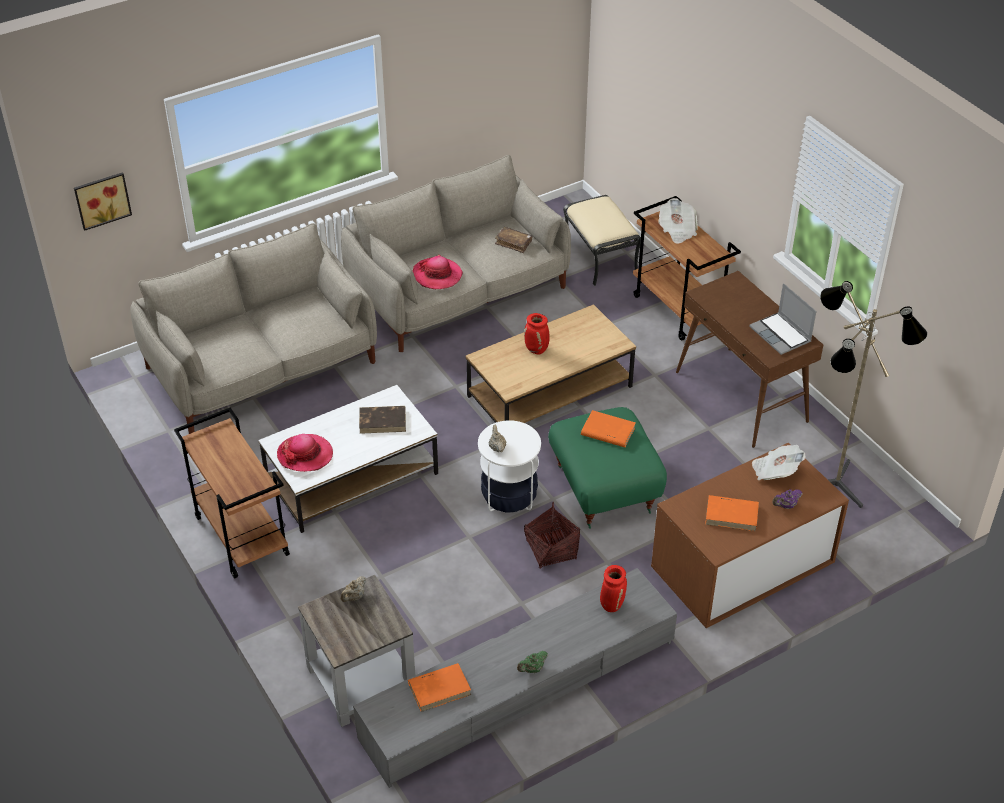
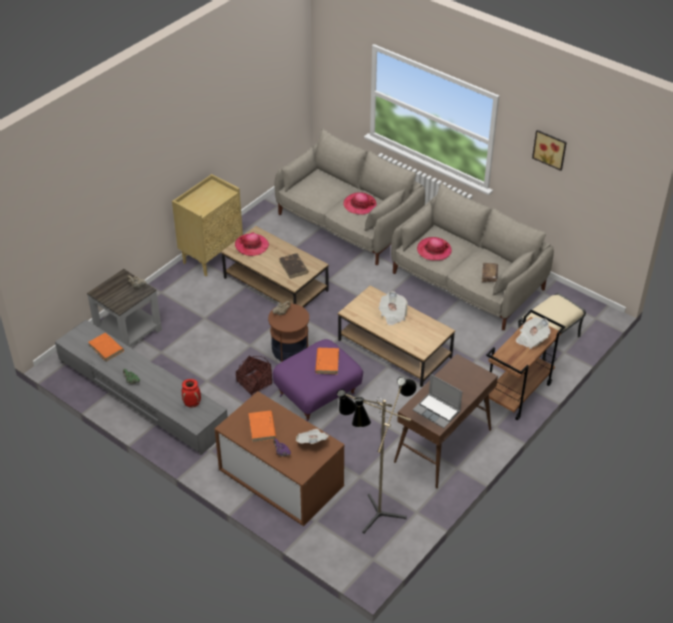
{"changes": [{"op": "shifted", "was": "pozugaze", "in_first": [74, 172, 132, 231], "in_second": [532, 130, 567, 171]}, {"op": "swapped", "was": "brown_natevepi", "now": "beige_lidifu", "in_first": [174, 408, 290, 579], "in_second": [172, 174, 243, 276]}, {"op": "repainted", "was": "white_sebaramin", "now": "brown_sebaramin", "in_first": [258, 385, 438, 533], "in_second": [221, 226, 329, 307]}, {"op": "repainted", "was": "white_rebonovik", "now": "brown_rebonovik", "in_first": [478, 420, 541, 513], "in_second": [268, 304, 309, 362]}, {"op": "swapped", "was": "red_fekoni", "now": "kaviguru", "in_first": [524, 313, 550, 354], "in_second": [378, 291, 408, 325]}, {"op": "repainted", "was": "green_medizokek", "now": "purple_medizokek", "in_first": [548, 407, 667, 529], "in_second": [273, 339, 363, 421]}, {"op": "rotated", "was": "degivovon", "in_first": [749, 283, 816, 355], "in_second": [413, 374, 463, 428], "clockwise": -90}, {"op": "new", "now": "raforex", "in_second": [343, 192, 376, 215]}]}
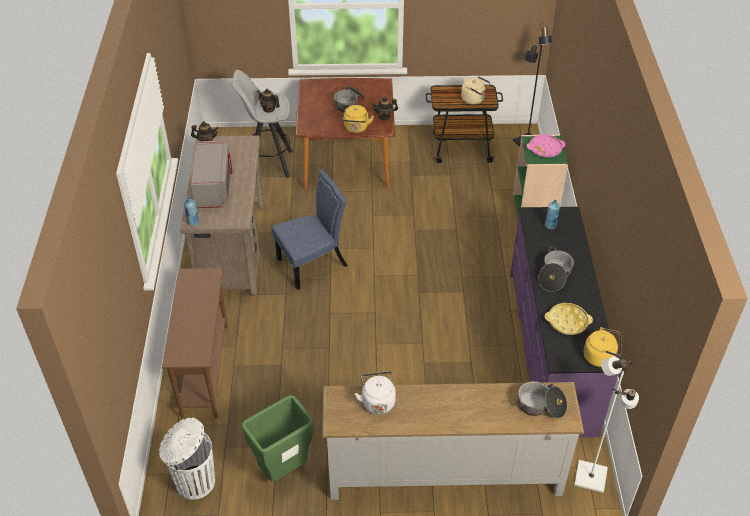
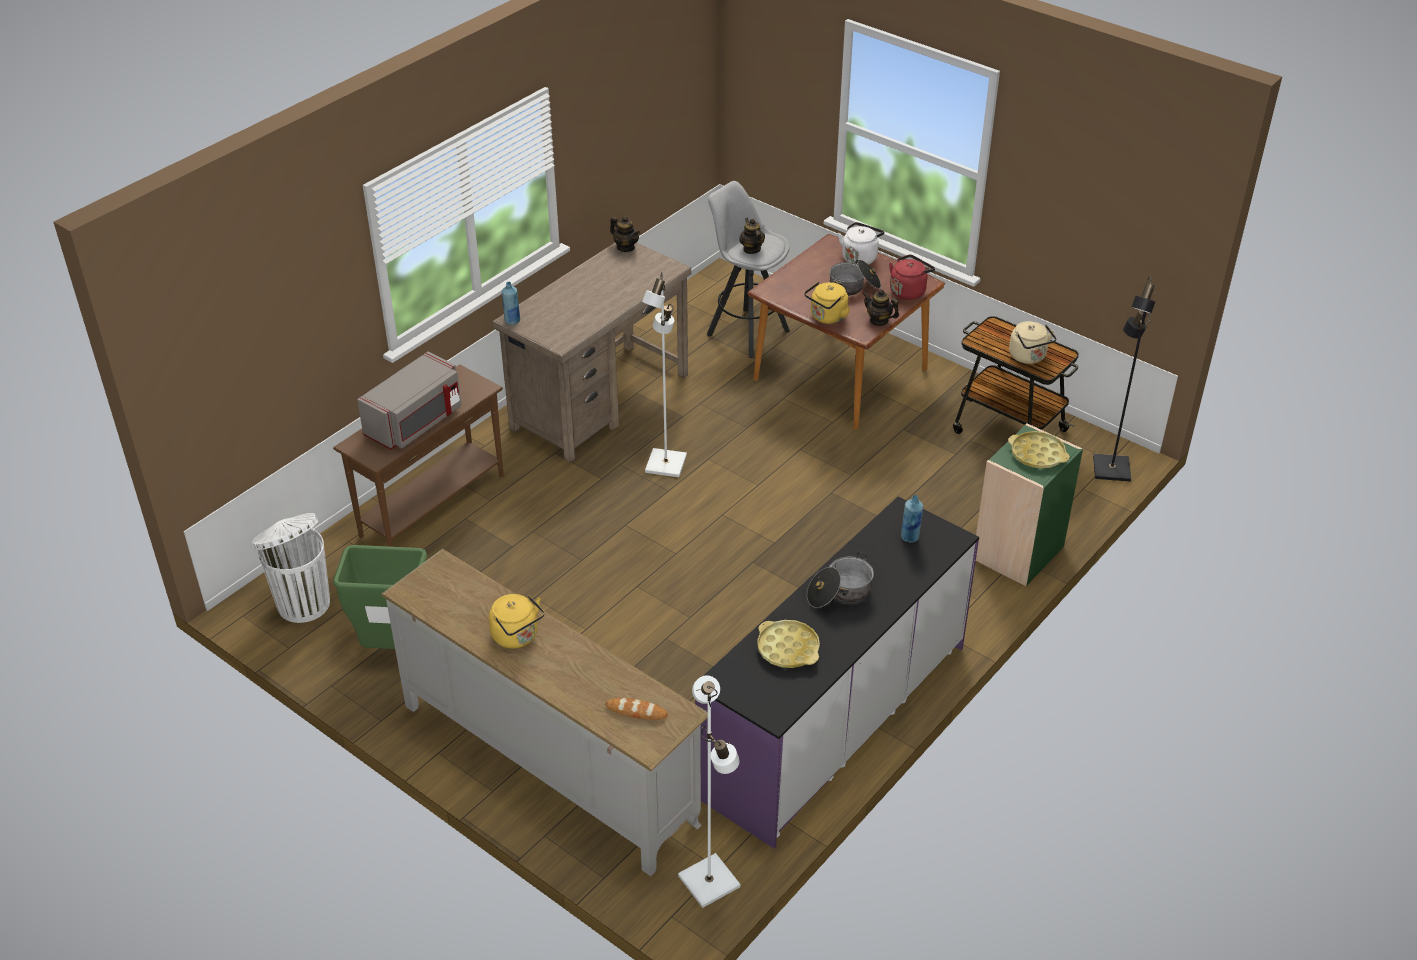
{"changes": [{"op": "shifted", "was": "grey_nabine", "in_first": [191, 141, 232, 208], "in_second": [357, 352, 462, 449]}, {"op": "swapped", "was": "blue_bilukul", "now": "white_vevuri", "in_first": [272, 170, 348, 290], "in_second": [642, 273, 687, 477]}, {"op": "shifted", "was": "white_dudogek", "in_first": [355, 371, 396, 414], "in_second": [838, 222, 884, 265]}, {"op": "swapped", "was": "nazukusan", "now": "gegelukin", "in_first": [514, 381, 567, 418], "in_second": [605, 698, 668, 720]}, {"op": "repainted", "was": "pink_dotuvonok", "now": "yellow_dotuvonok", "in_first": [527, 134, 565, 157], "in_second": [1008, 431, 1070, 469]}, {"op": "shifted", "was": "yellow_dudogek", "in_first": [584, 327, 622, 367], "in_second": [489, 594, 545, 649]}, {"op": "new", "now": "red_dudogek", "in_second": [889, 254, 935, 300]}]}
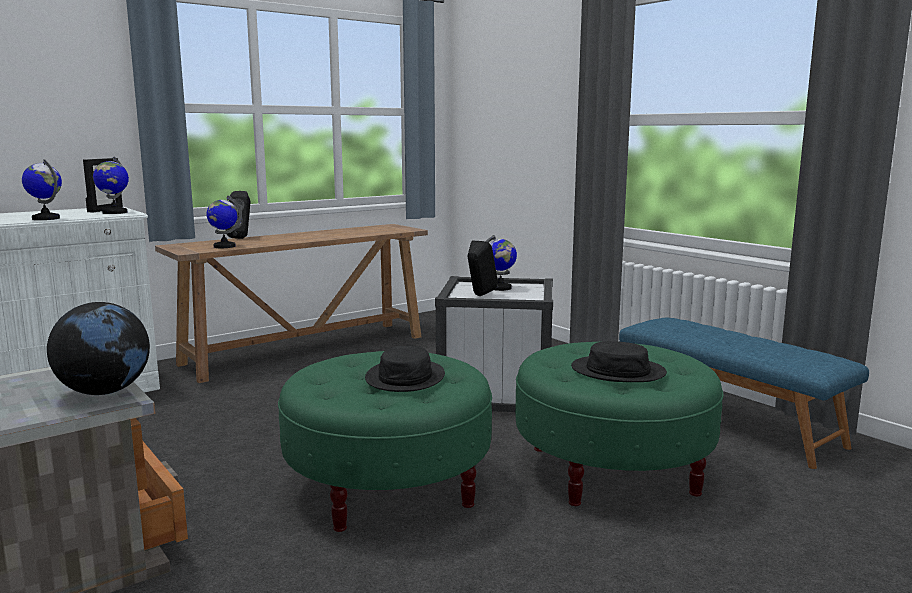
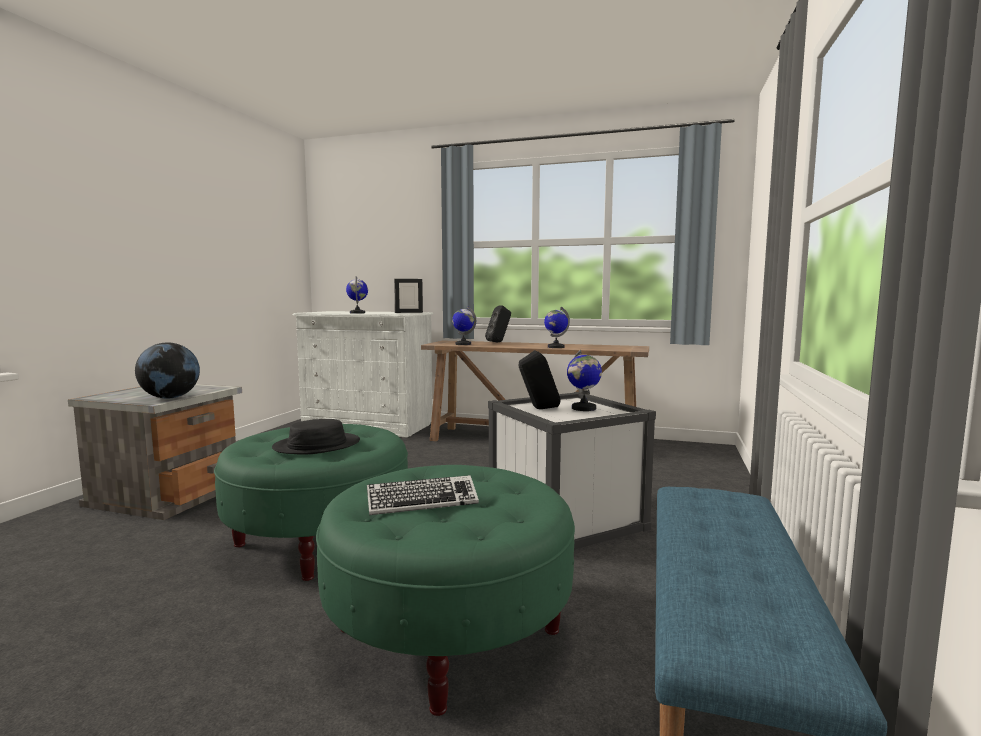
{"changes": [{"op": "shifted", "was": "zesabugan", "in_first": [93, 157, 129, 214], "in_second": [544, 307, 570, 348]}, {"op": "swapped", "was": "black_raforex", "now": "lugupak", "in_first": [571, 341, 667, 382], "in_second": [367, 475, 479, 515]}]}
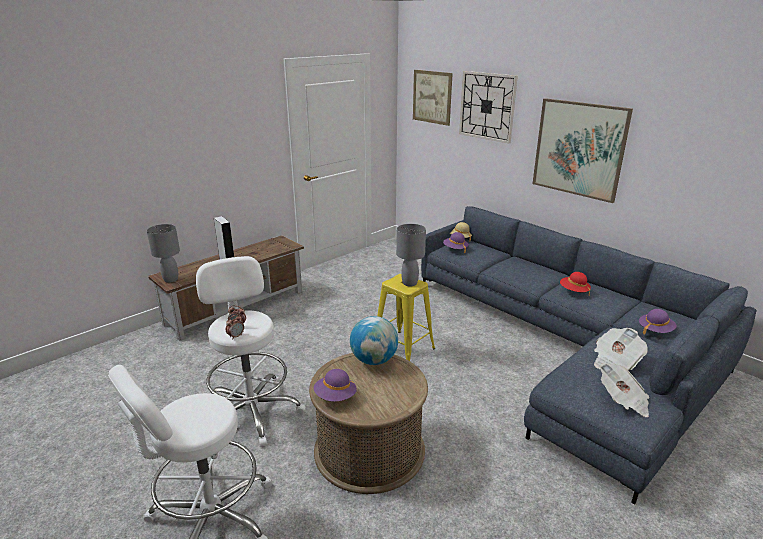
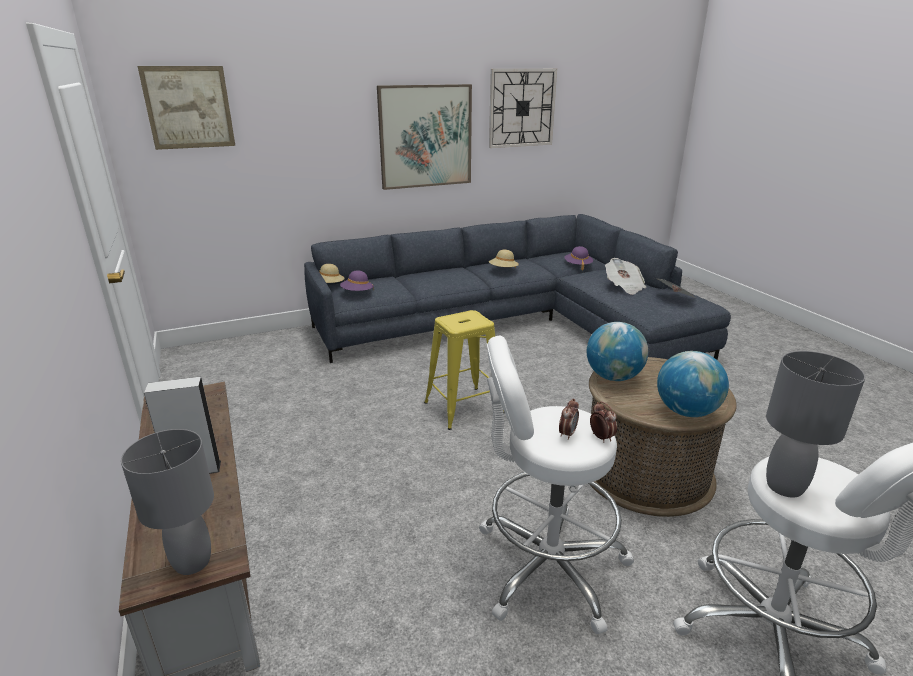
{"changes": [{"op": "swapped", "was": "purple_raforex", "now": "zesabugan", "in_first": [314, 369, 357, 402], "in_second": [657, 351, 729, 417]}, {"op": "shifted", "was": "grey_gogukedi", "in_first": [396, 224, 426, 286], "in_second": [766, 351, 865, 498]}, {"op": "shifted", "was": "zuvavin", "in_first": [459, 71, 518, 144], "in_second": [489, 69, 557, 148]}, {"op": "repainted", "was": "red_raforex", "now": "beige_raforex", "in_first": [560, 272, 591, 295], "in_second": [489, 250, 519, 268]}]}
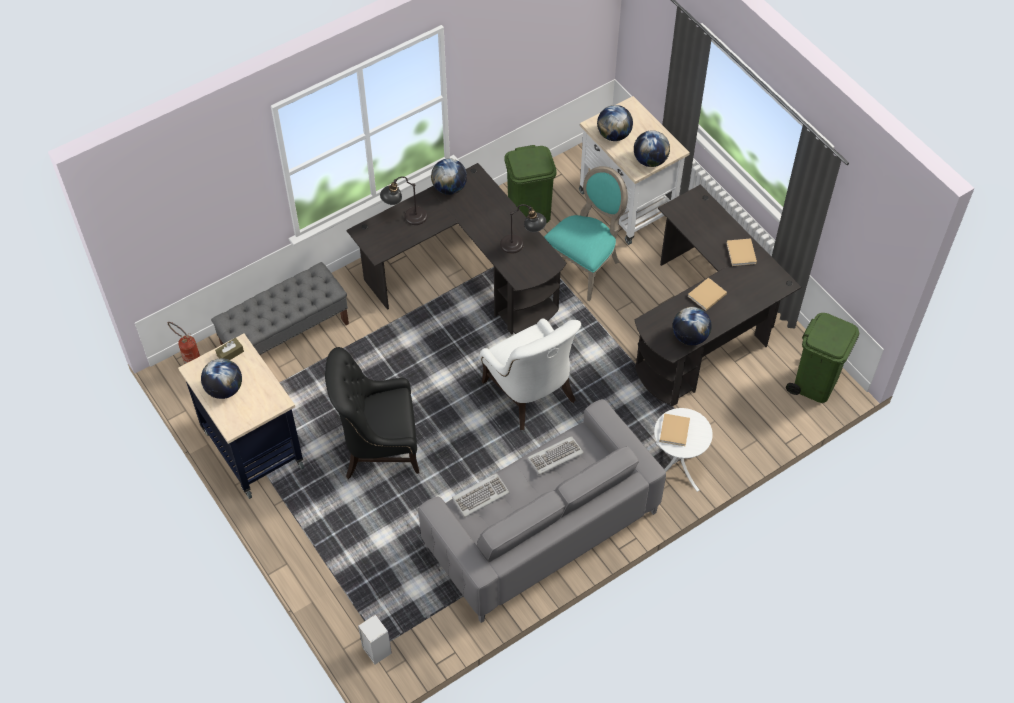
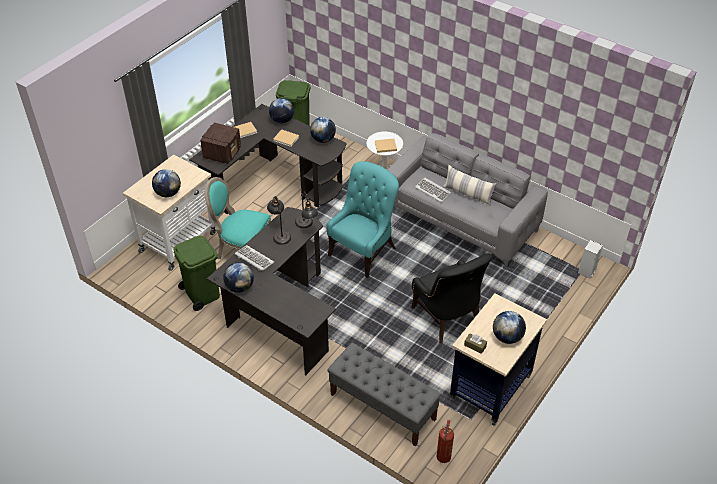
{"changes": [{"op": "shifted", "was": "grey_gogukedi", "in_first": [380, 176, 428, 225], "in_second": [295, 191, 319, 228]}, {"op": "shifted", "was": "lugupak", "in_first": [452, 473, 509, 517], "in_second": [235, 245, 274, 271]}, {"op": "repainted", "was": "white_bilukul", "now": "turquoise_bilukul", "in_first": [479, 319, 581, 430], "in_second": [326, 161, 399, 278]}, {"op": "shifted", "was": "zesabugan", "in_first": [634, 130, 670, 167], "in_second": [269, 98, 294, 123]}, {"op": "new", "now": "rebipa", "in_second": [200, 123, 241, 164]}, {"op": "new", "now": "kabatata", "in_second": [443, 165, 497, 206]}]}
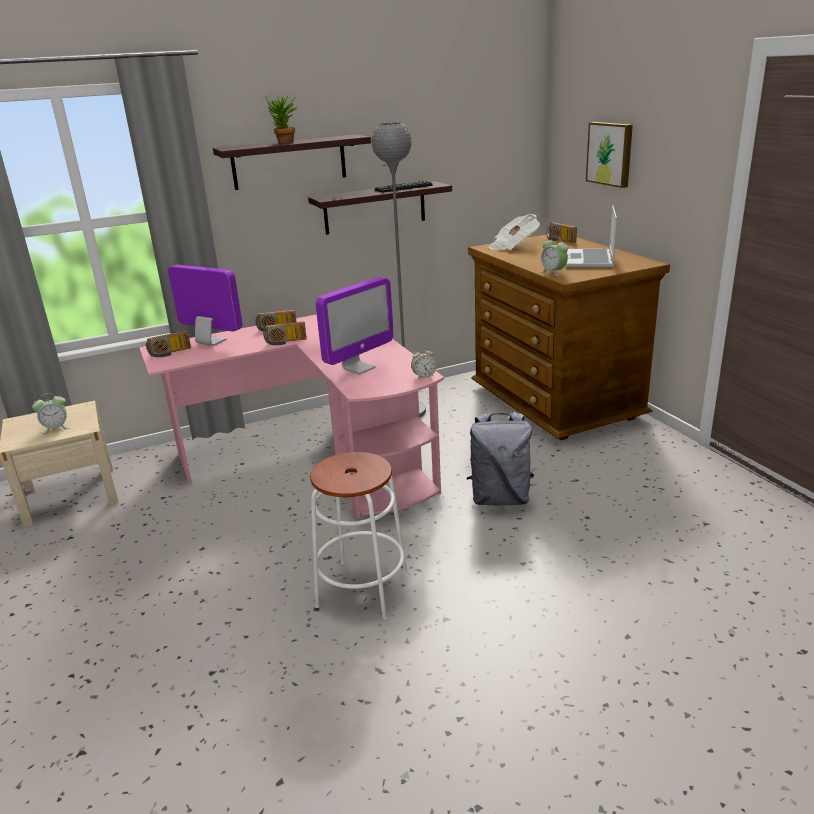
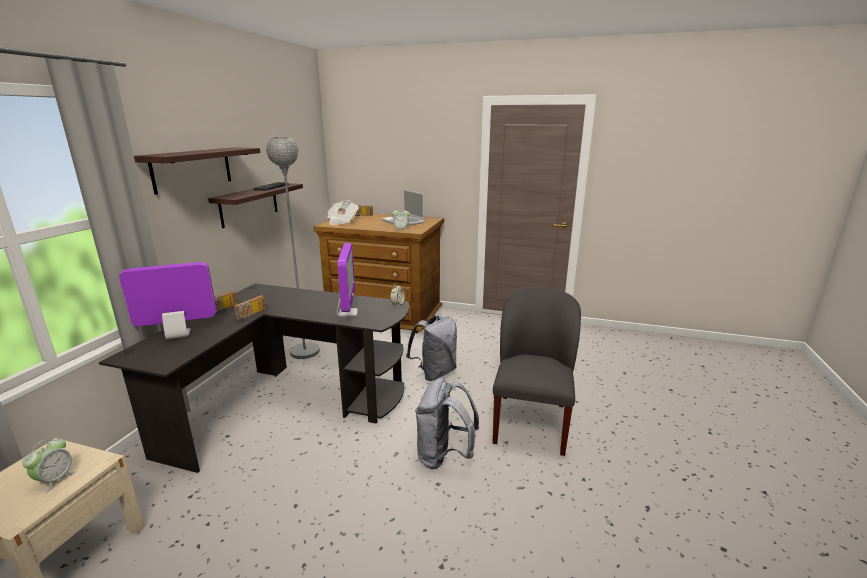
{"changes": [{"op": "repainted", "was": "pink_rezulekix", "now": "black_rezulekix", "in_first": [139, 314, 444, 519], "in_second": [99, 283, 410, 473]}, {"op": "gone", "was": "rebipa", "in_first": [146, 331, 191, 357]}, {"op": "gone", "was": "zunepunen", "in_first": [266, 96, 299, 144]}, {"op": "swapped", "was": "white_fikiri", "now": "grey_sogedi", "in_first": [310, 452, 407, 619], "in_second": [415, 378, 479, 469]}, {"op": "gone", "was": "pozugaze", "in_first": [586, 122, 633, 188]}, {"op": "new", "now": "grey_bilukul", "in_second": [493, 286, 581, 456]}]}
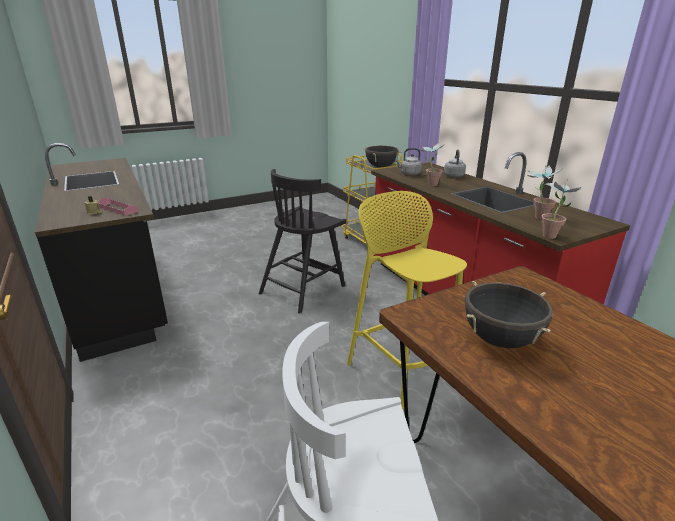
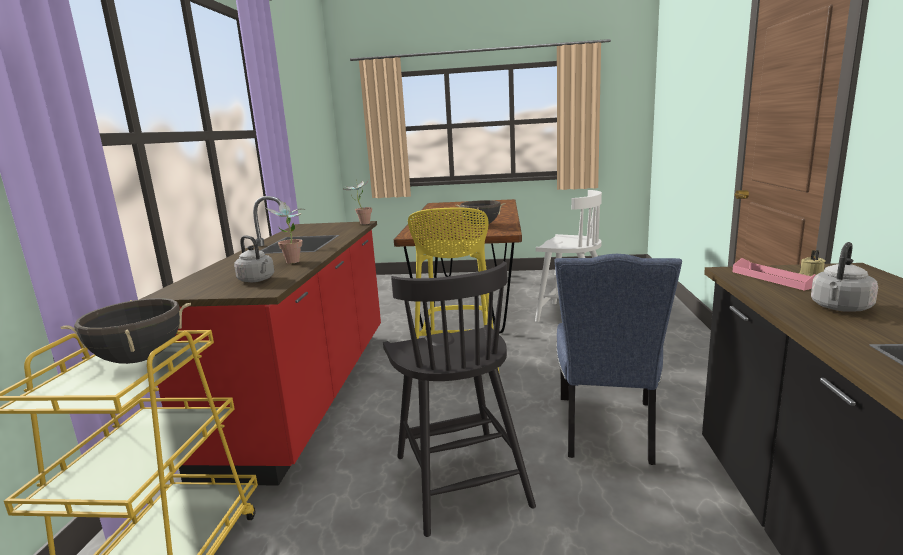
{"changes": [{"op": "rotated", "was": "black_bilukul", "in_first": [259, 169, 346, 313], "in_second": [383, 261, 536, 537], "clockwise": 90}, {"op": "shifted", "was": "grey_dudogek", "in_first": [444, 149, 466, 177], "in_second": [811, 242, 878, 312]}, {"op": "gone", "was": "zunepunen", "in_first": [528, 165, 564, 220]}, {"op": "new", "now": "blue_bilukul", "in_second": [554, 254, 682, 465]}]}
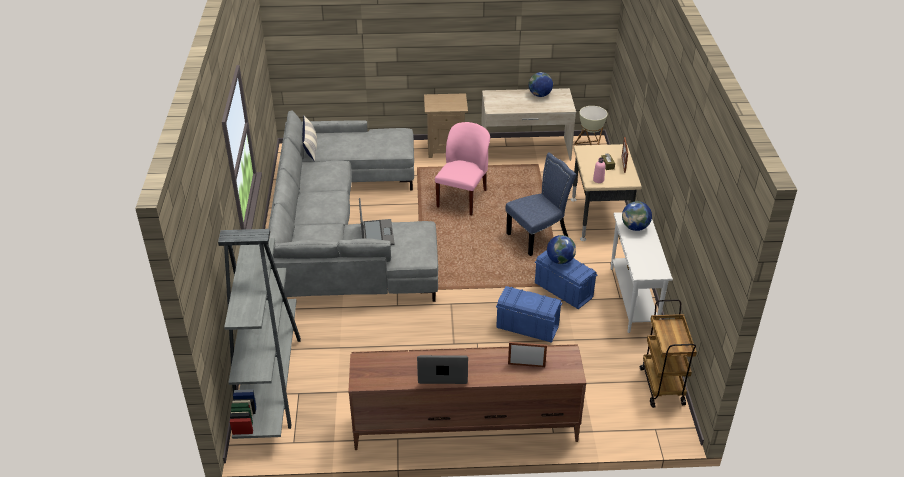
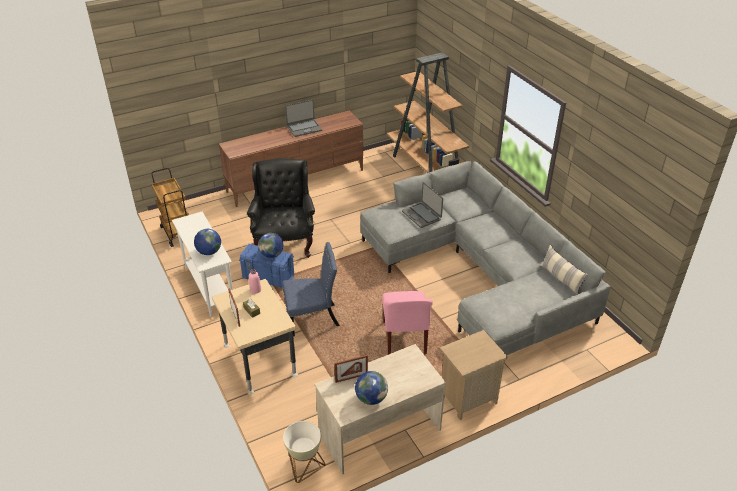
{"changes": [{"op": "repainted", "was": "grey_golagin", "now": "brown_golagin", "in_first": [218, 229, 301, 439], "in_second": [387, 52, 469, 173]}, {"op": "swapped", "was": "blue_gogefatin", "now": "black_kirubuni", "in_first": [496, 286, 562, 343], "in_second": [247, 158, 315, 258]}, {"op": "rotated", "was": "blue_bilukul", "in_first": [505, 152, 576, 256], "in_second": [283, 242, 340, 336], "clockwise": -135}, {"op": "shifted", "was": "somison", "in_first": [508, 342, 547, 367], "in_second": [334, 355, 368, 383]}]}
